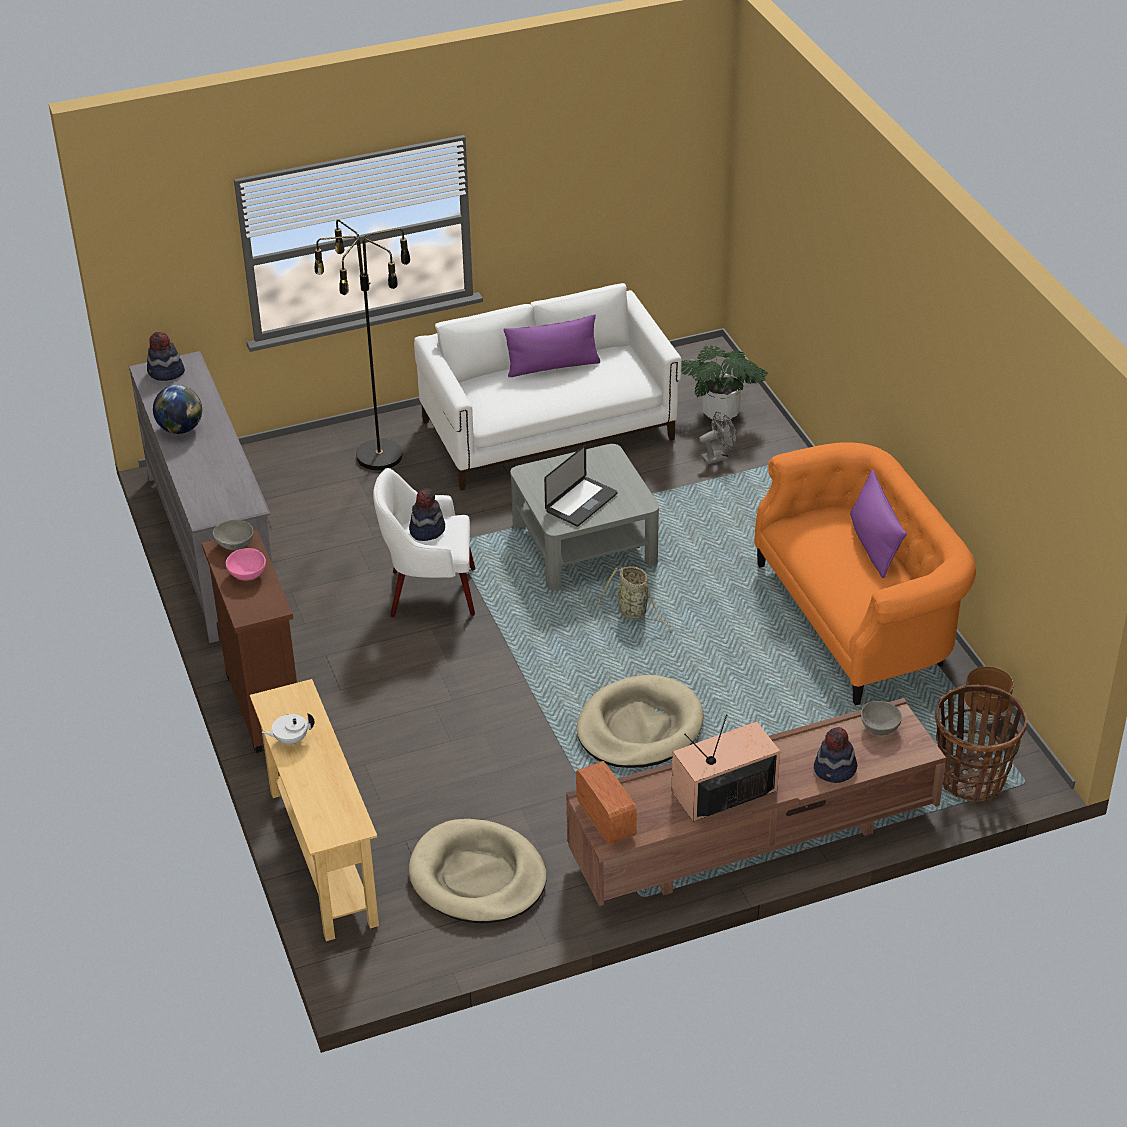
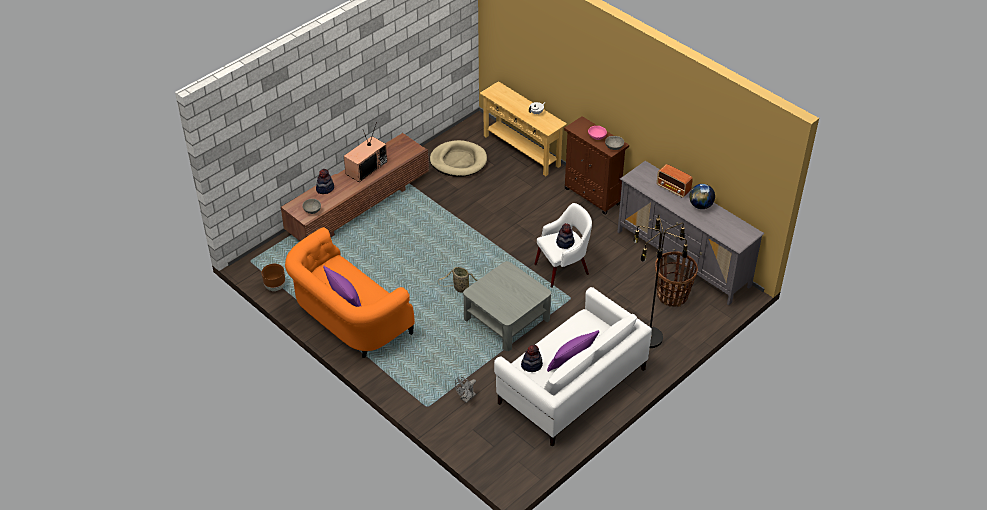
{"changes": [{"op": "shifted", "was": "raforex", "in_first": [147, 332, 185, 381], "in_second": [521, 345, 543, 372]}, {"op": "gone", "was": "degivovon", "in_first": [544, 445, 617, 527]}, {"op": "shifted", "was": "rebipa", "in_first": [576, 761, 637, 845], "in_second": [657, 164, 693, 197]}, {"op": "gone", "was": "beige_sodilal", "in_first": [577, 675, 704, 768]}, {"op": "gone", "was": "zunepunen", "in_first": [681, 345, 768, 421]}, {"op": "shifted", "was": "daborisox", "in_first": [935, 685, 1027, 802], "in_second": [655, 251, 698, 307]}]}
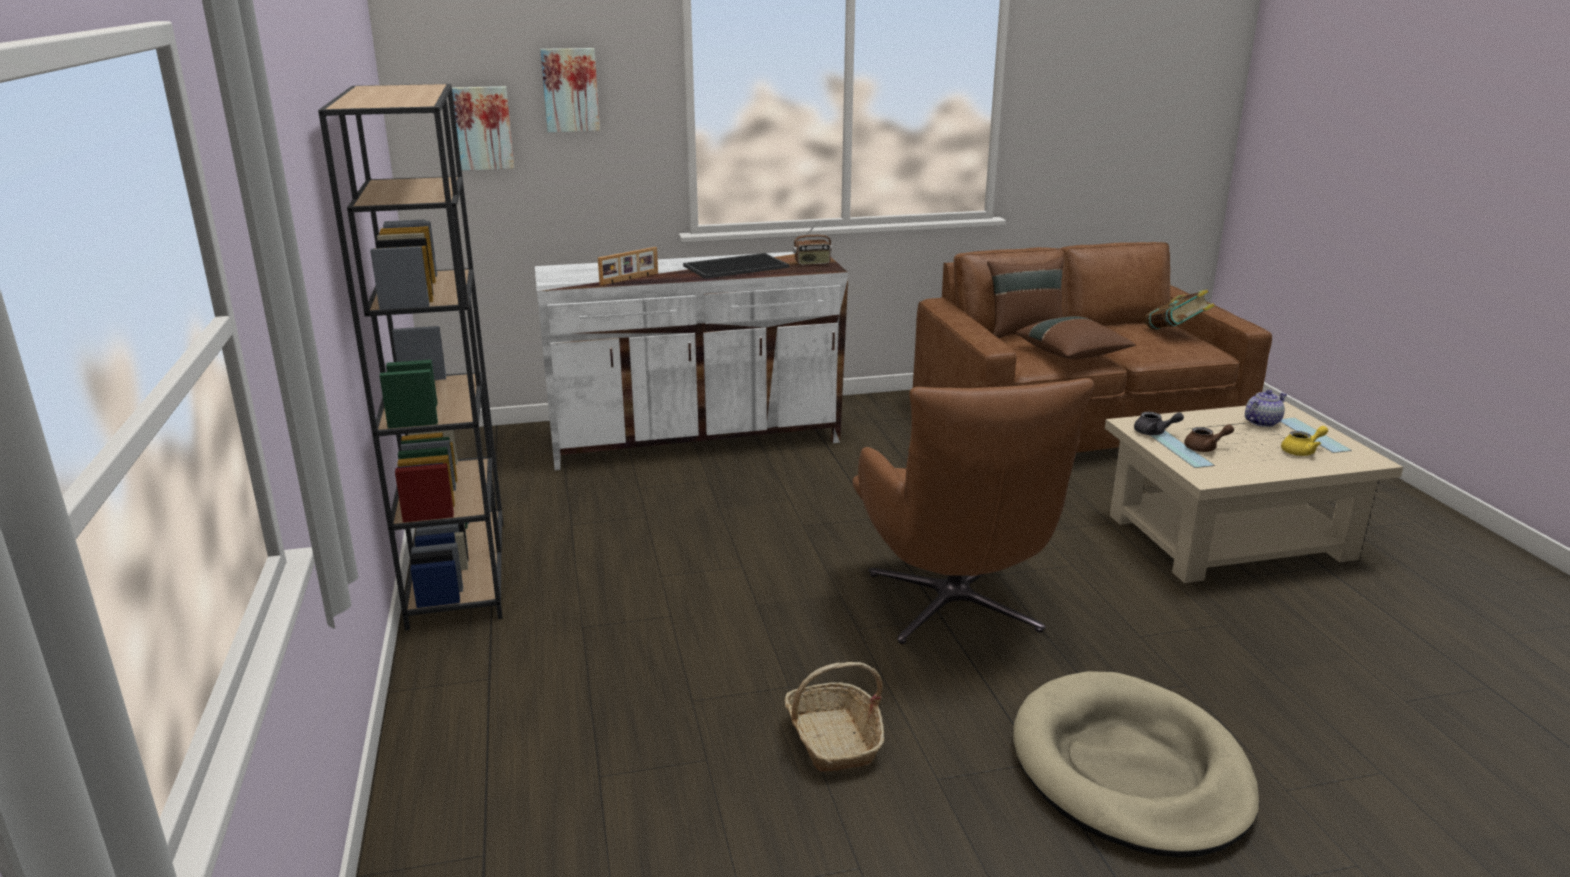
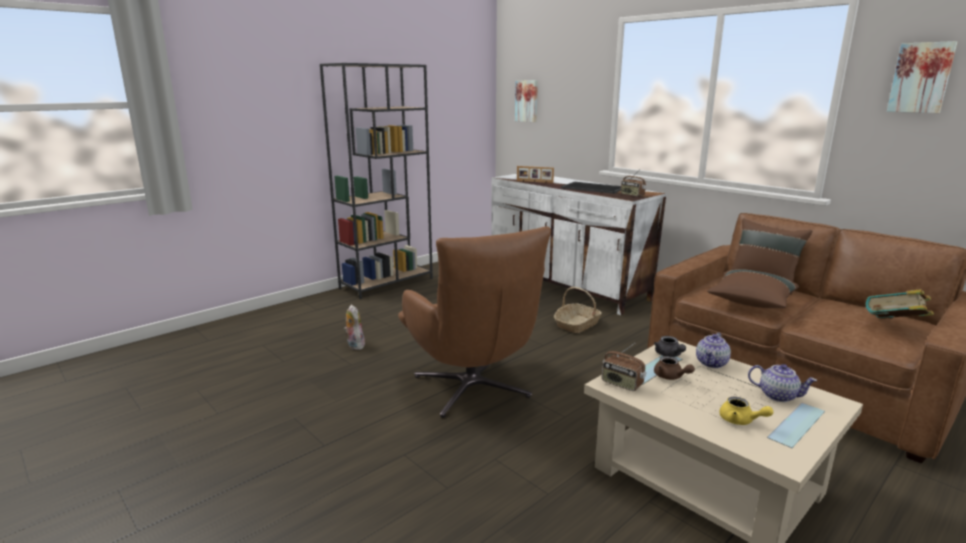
{"changes": [{"op": "shifted", "was": "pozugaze", "in_first": [540, 48, 600, 132], "in_second": [887, 41, 957, 113]}, {"op": "shifted", "was": "daborisox", "in_first": [785, 662, 884, 772], "in_second": [554, 287, 602, 333]}, {"op": "rotated", "was": "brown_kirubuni", "in_first": [852, 378, 1094, 644], "in_second": [398, 227, 551, 418], "clockwise": -75}, {"op": "gone", "was": "beige_sodilal", "in_first": [1013, 671, 1259, 858]}, {"op": "new", "now": "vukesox", "in_second": [344, 304, 365, 350]}, {"op": "new", "now": "rebipa", "in_second": [602, 343, 646, 391]}, {"op": "new", "now": "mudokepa", "in_second": [696, 332, 731, 368]}]}
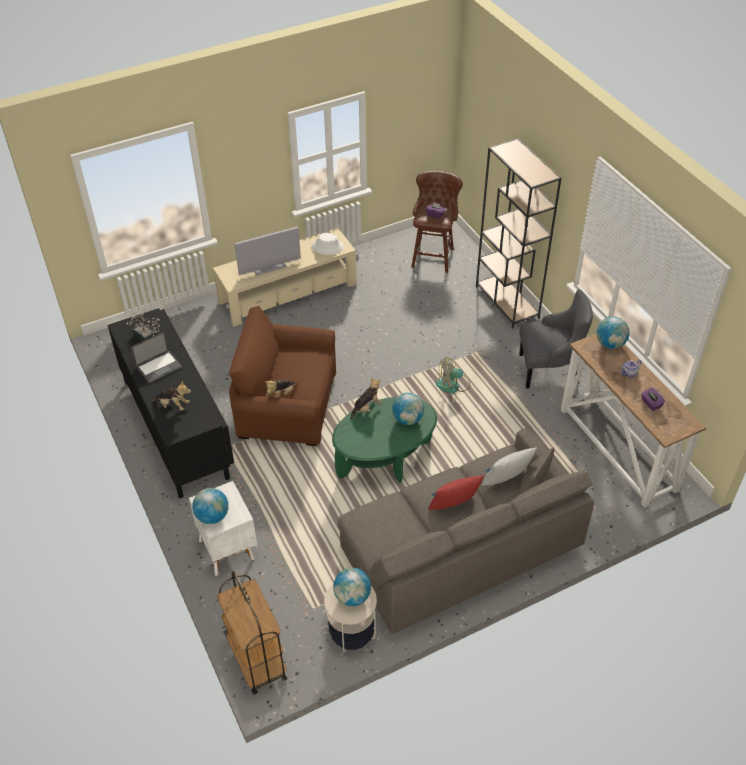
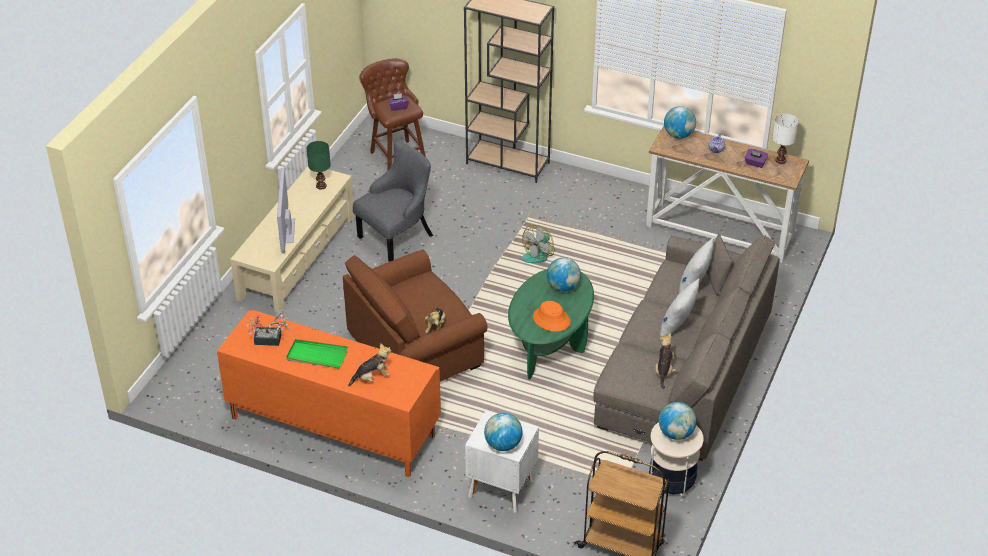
{"changes": [{"op": "repainted", "was": "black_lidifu", "now": "orange_lidifu", "in_first": [108, 308, 234, 498], "in_second": [217, 310, 441, 477]}, {"op": "swapped", "was": "degivovon", "now": "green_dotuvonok", "in_first": [131, 331, 183, 384], "in_second": [286, 339, 348, 368]}, {"op": "rotated", "was": "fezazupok", "in_first": [234, 226, 301, 275], "in_second": [277, 168, 295, 253], "clockwise": 150}, {"op": "swapped", "was": "white_raforex", "now": "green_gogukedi", "in_first": [311, 233, 344, 255], "in_second": [307, 141, 331, 190]}, {"op": "shifted", "was": "vukesox", "in_first": [350, 378, 382, 420], "in_second": [655, 333, 676, 389]}, {"op": "repainted", "was": "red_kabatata", "now": "grey_kabatata", "in_first": [428, 475, 484, 510], "in_second": [660, 279, 699, 340]}, {"op": "shifted", "was": "grey_kirubuni", "in_first": [519, 289, 593, 389], "in_second": [353, 141, 433, 262]}, {"op": "new", "now": "orange_raforex", "in_second": [533, 301, 571, 332]}, {"op": "new", "now": "white_gogukedi", "in_second": [773, 113, 798, 164]}]}
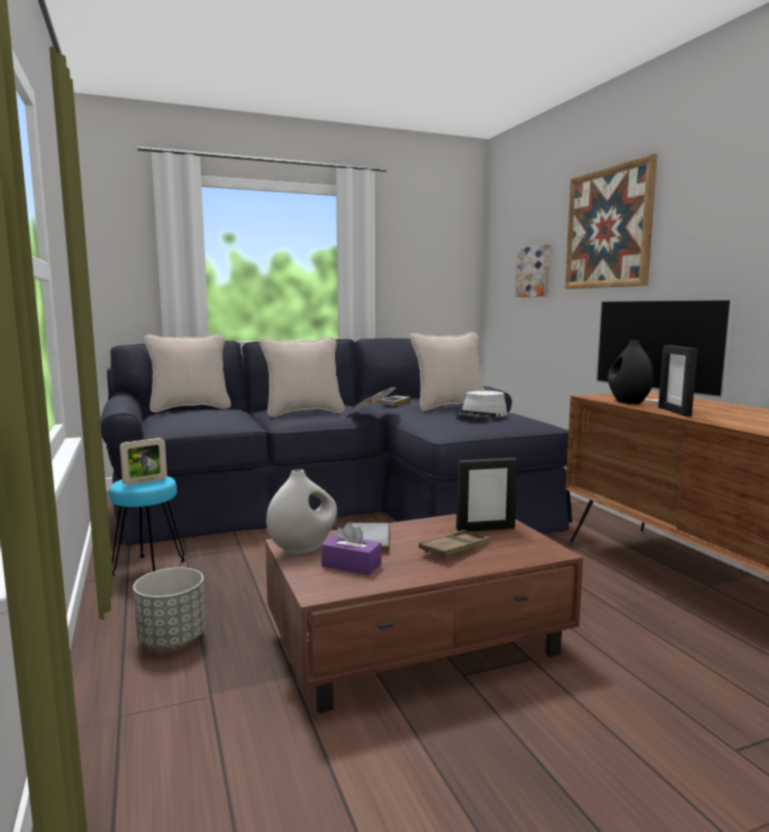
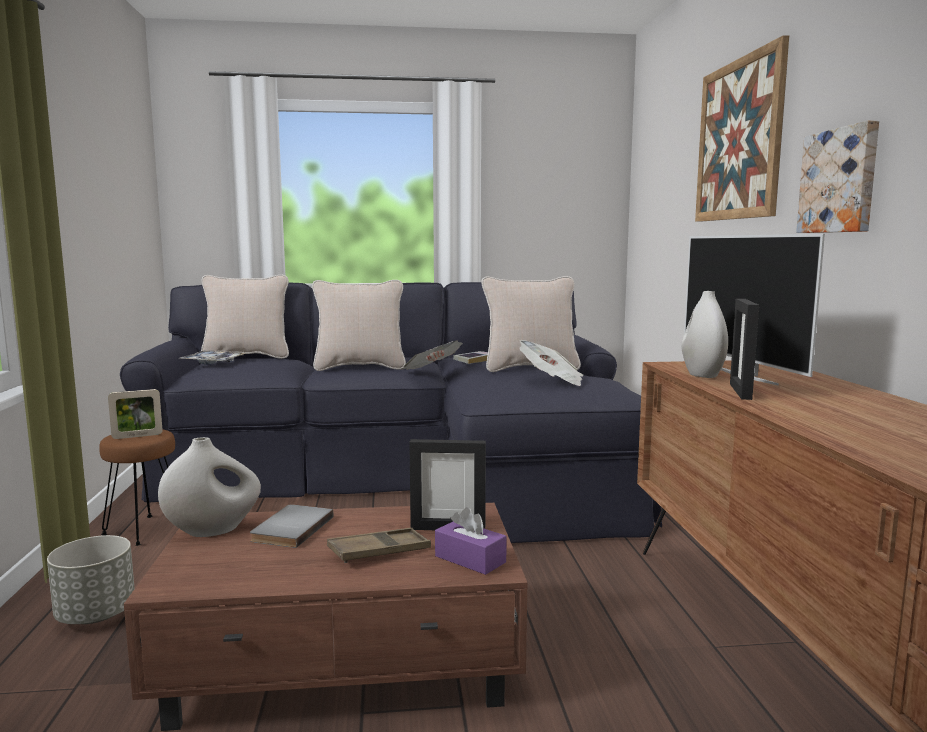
{"changes": [{"op": "repainted", "was": "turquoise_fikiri", "now": "brown_fikiri", "in_first": [109, 476, 185, 576], "in_second": [99, 429, 175, 546]}, {"op": "shifted", "was": "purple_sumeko", "in_first": [321, 522, 382, 575], "in_second": [435, 507, 507, 575]}, {"op": "swapped", "was": "grey_raforex", "now": "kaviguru", "in_first": [455, 391, 507, 419], "in_second": [519, 340, 583, 386]}, {"op": "shifted", "was": "pozugaze", "in_first": [515, 244, 550, 297], "in_second": [796, 120, 879, 233]}, {"op": "repainted", "was": "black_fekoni", "now": "white_fekoni", "in_first": [608, 340, 654, 404], "in_second": [681, 291, 728, 378]}, {"op": "new", "now": "dotuvonok", "in_second": [178, 350, 245, 365]}]}
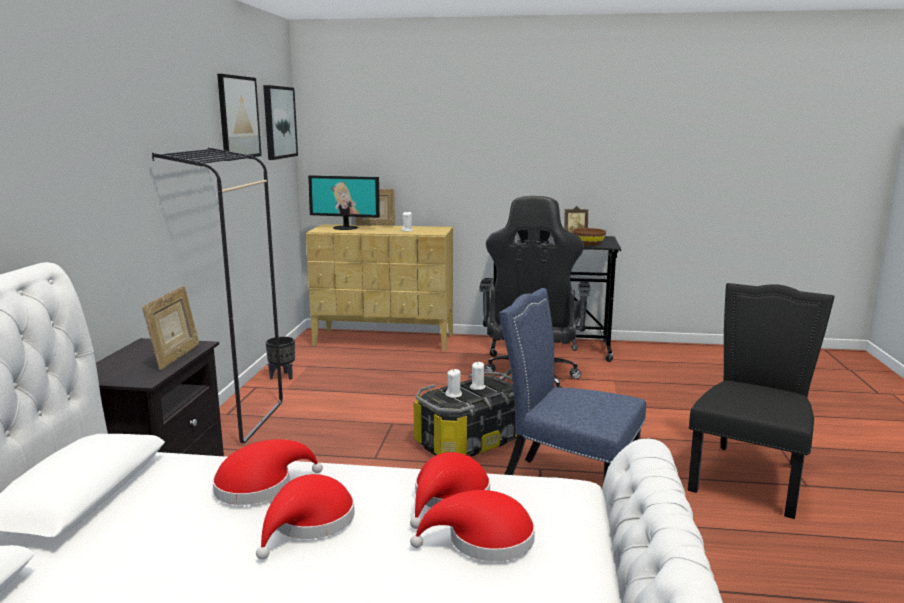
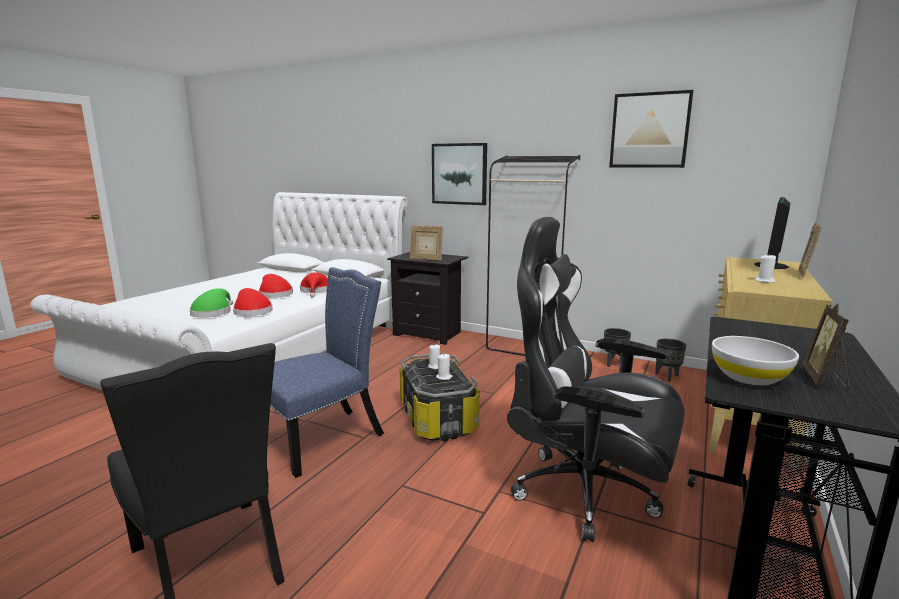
{"changes": [{"op": "shifted", "was": "pozugaze", "in_first": [263, 85, 298, 160], "in_second": [432, 143, 487, 205]}, {"op": "repainted", "was": "red_raforex", "now": "green_raforex", "in_first": [410, 490, 535, 562], "in_second": [189, 288, 233, 318]}, {"op": "repainted", "was": "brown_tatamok", "now": "white_tatamok", "in_first": [573, 228, 606, 246], "in_second": [712, 336, 799, 385]}, {"op": "new", "now": "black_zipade", "in_second": [655, 339, 686, 382]}]}
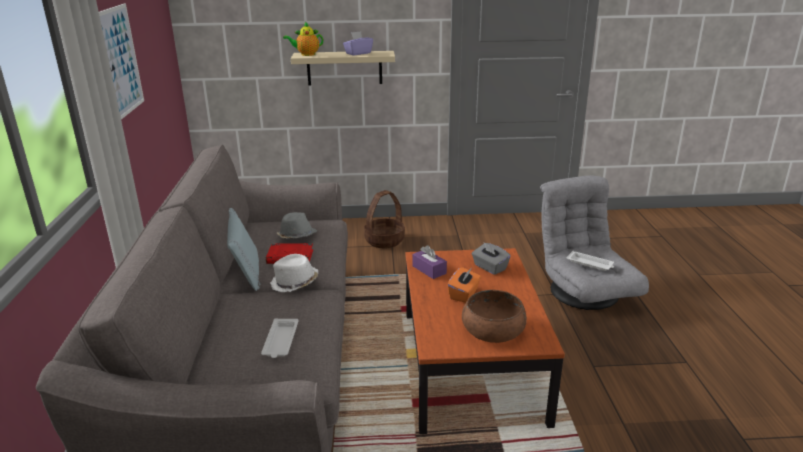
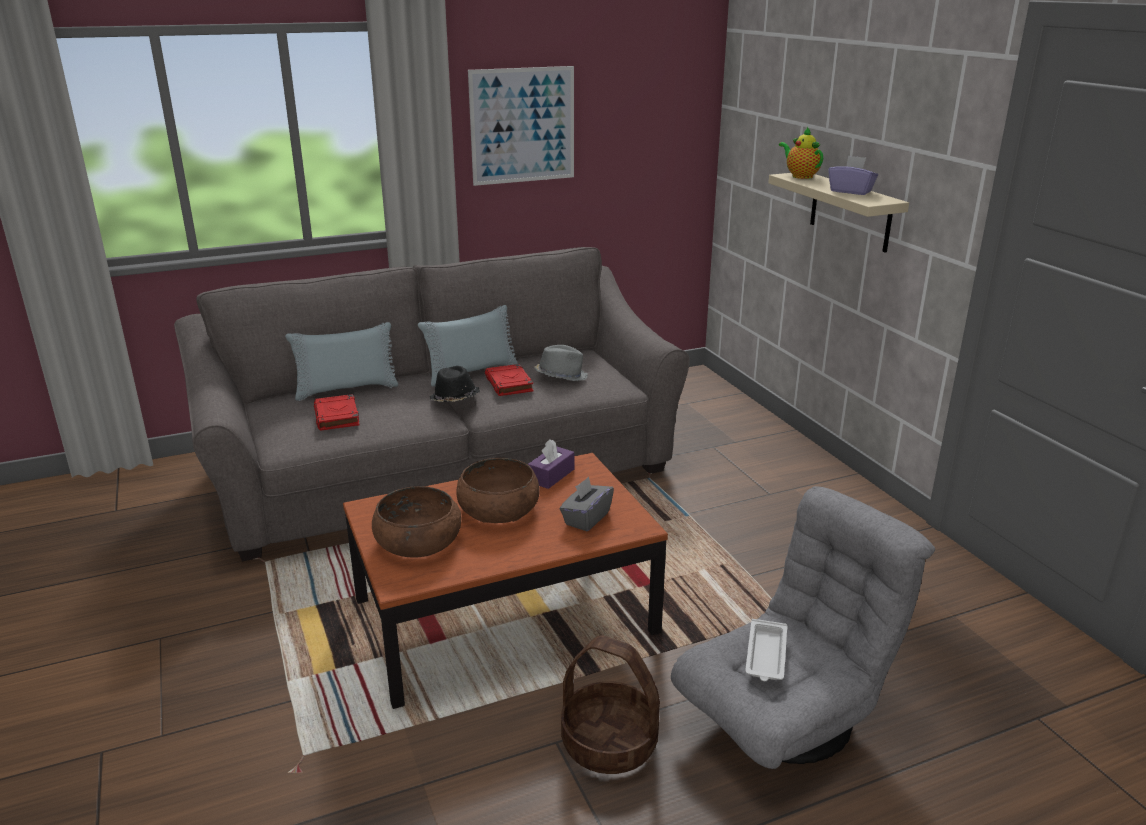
{"changes": [{"op": "swapped", "was": "white_dotuvonok", "now": "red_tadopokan", "in_first": [261, 319, 298, 358], "in_second": [314, 394, 359, 431]}, {"op": "repainted", "was": "white_raforex", "now": "black_raforex", "in_first": [270, 254, 318, 292], "in_second": [430, 366, 480, 402]}, {"op": "shifted", "was": "daborisox", "in_first": [364, 190, 405, 248], "in_second": [561, 635, 660, 774]}, {"op": "swapped", "was": "orange_sumeko", "now": "brown_tatamok", "in_first": [447, 267, 481, 303], "in_second": [456, 458, 540, 523]}, {"op": "new", "now": "blue_kabatata", "in_second": [285, 322, 398, 401]}]}
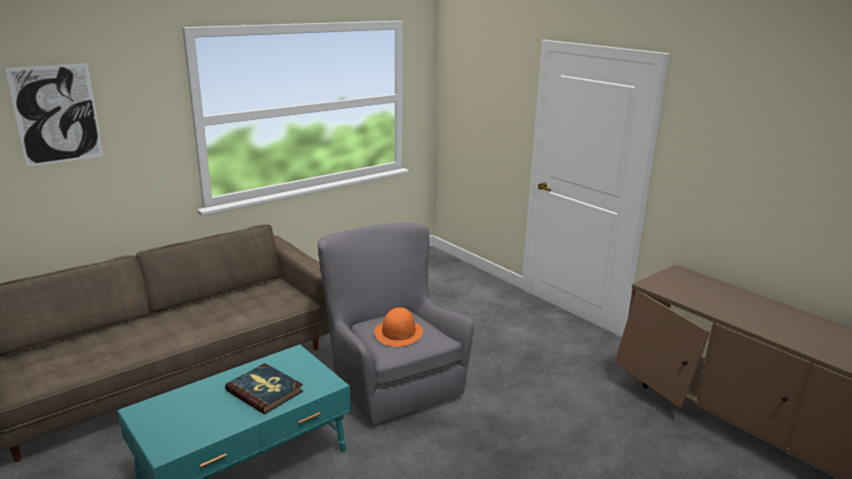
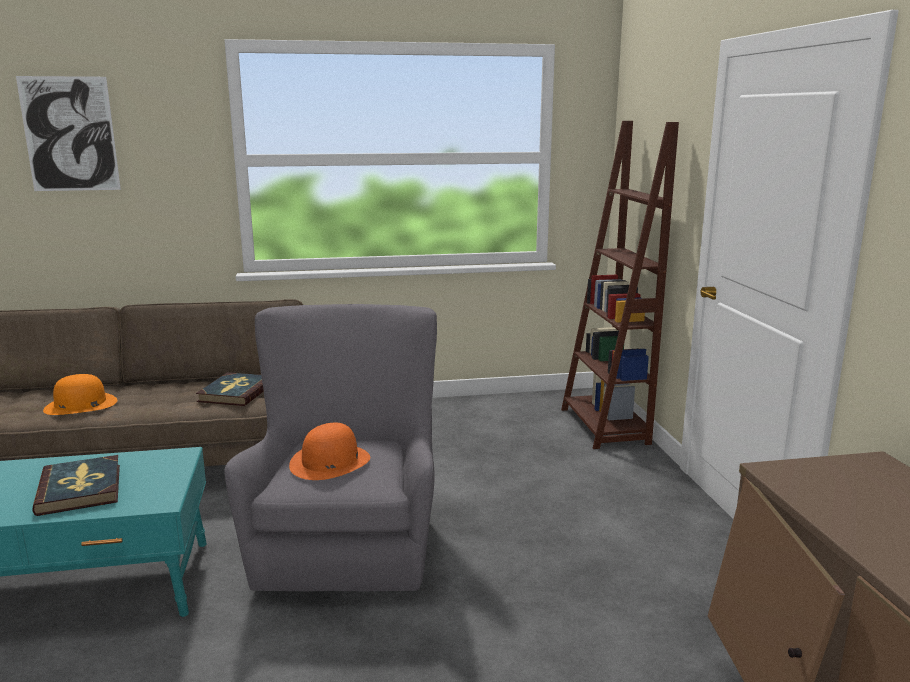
{"changes": [{"op": "new", "now": "orange_raforex", "in_second": [43, 374, 117, 415]}, {"op": "new", "now": "tadopokan", "in_second": [196, 372, 264, 406]}, {"op": "new", "now": "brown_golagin", "in_second": [561, 121, 679, 449]}]}
